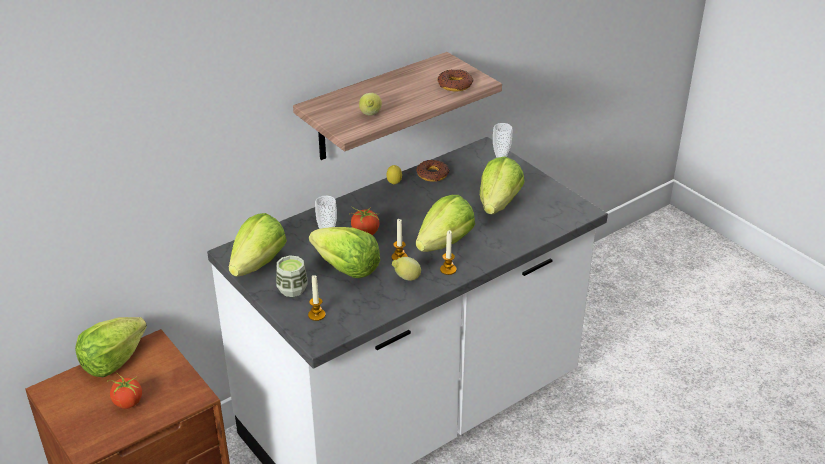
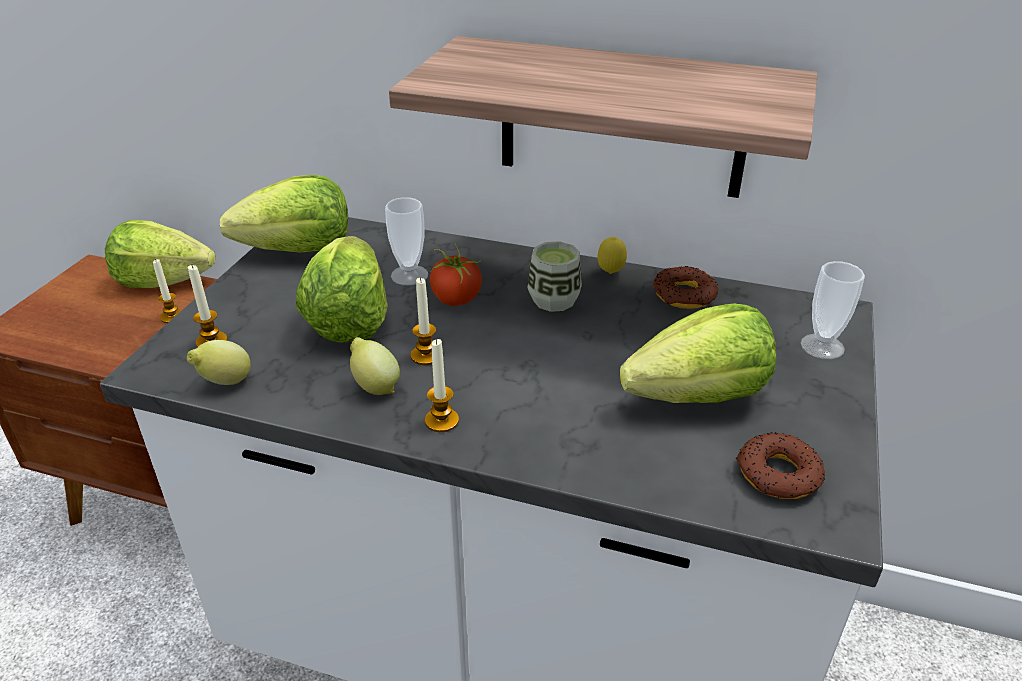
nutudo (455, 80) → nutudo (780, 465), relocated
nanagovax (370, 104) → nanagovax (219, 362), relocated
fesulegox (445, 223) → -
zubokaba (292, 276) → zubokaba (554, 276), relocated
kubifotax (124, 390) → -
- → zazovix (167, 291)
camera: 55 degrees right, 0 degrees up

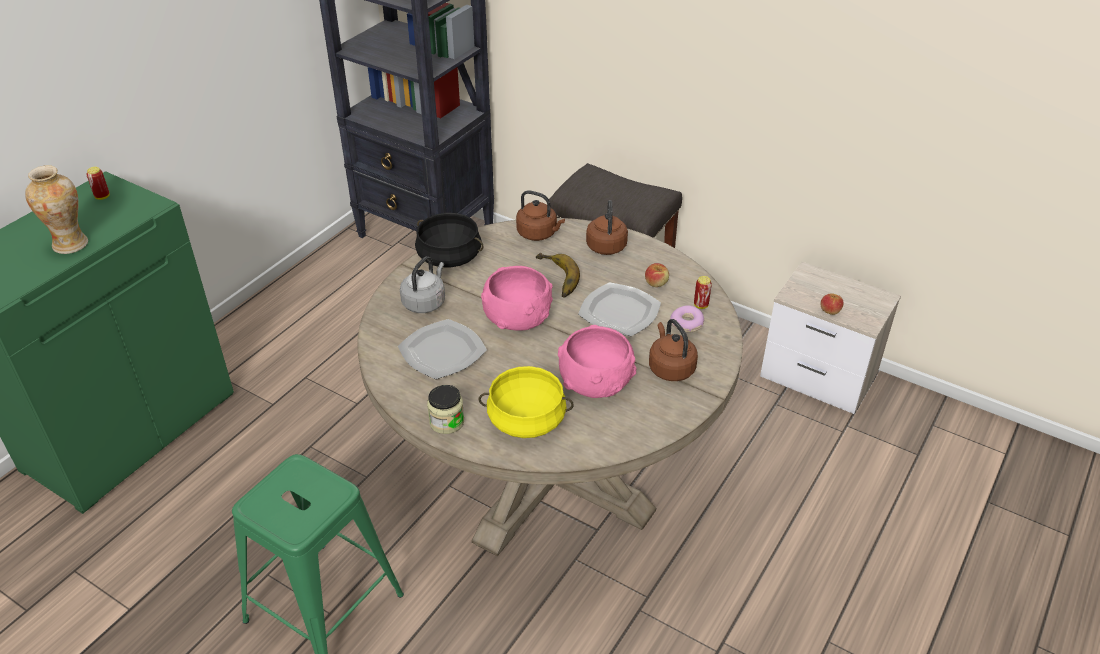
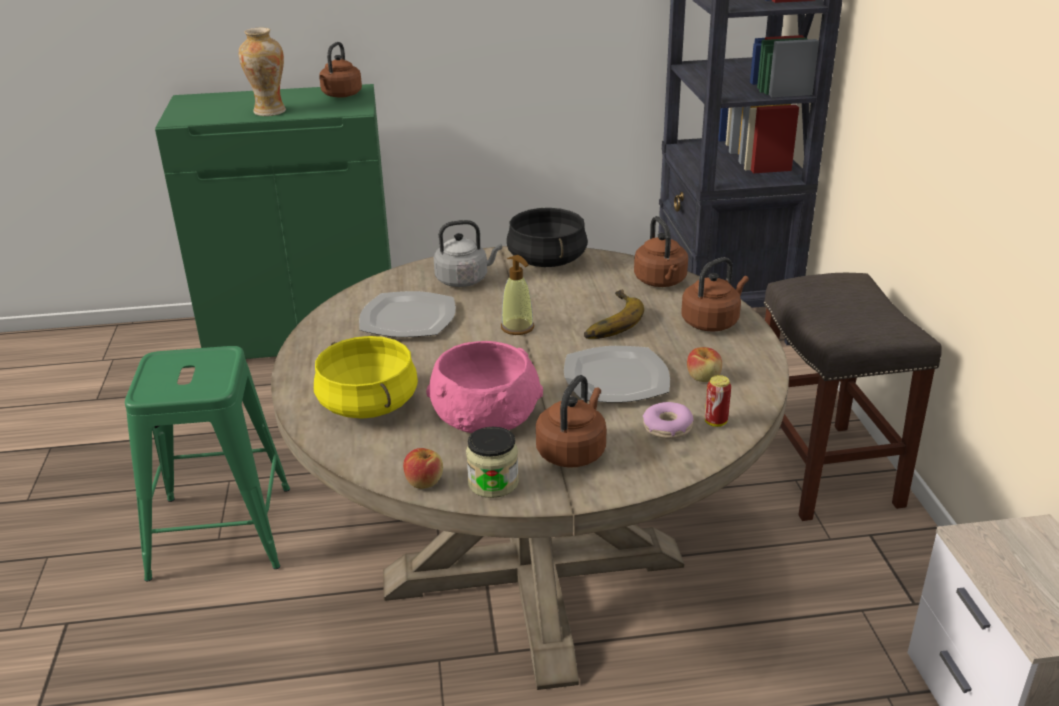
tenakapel (98, 183) → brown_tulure (340, 70)
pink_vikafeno (517, 298) → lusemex (517, 295)
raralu (831, 304) → raralu (423, 468), relocated
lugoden (445, 409) → lugoden (492, 462), relocated
camera: 50 degrees right, 10 degrees down

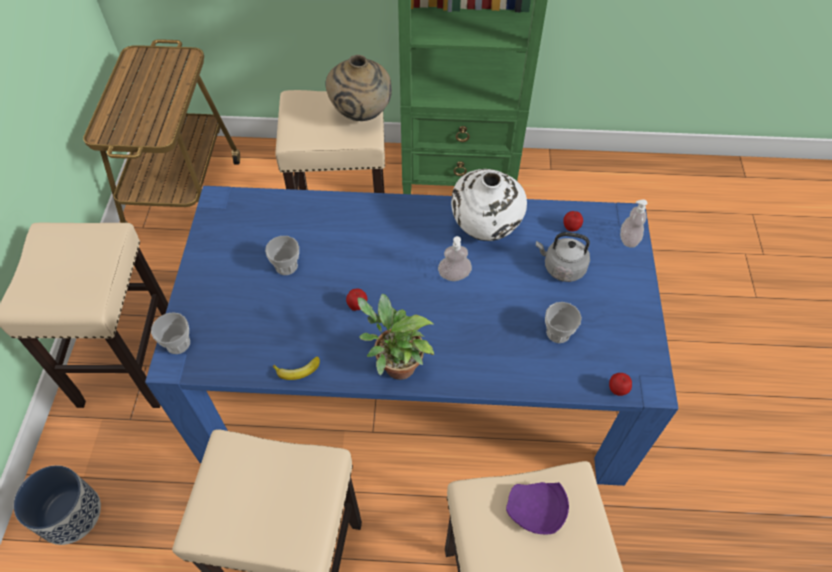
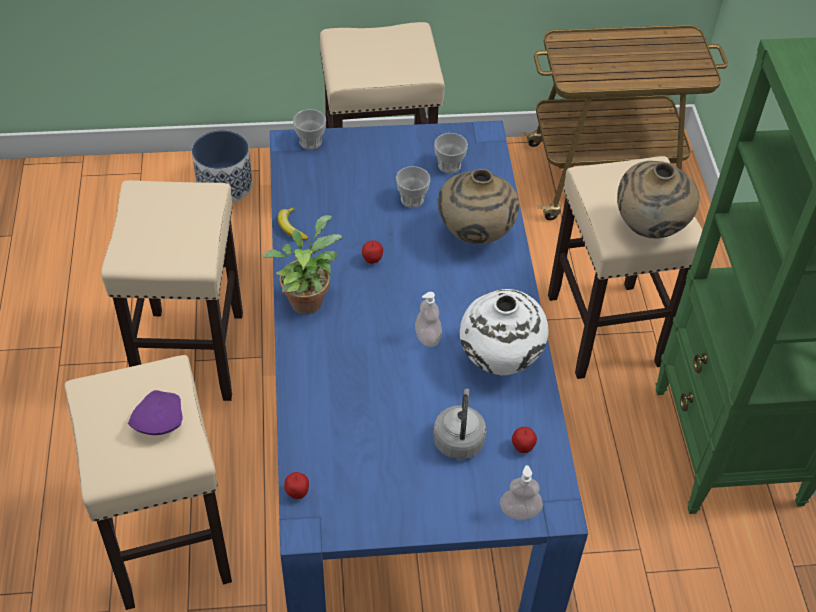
zubokaba (563, 322) → zubokaba (451, 153), relocated
- → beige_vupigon (478, 207)
camera: 80 degrees right, 5 degrees down

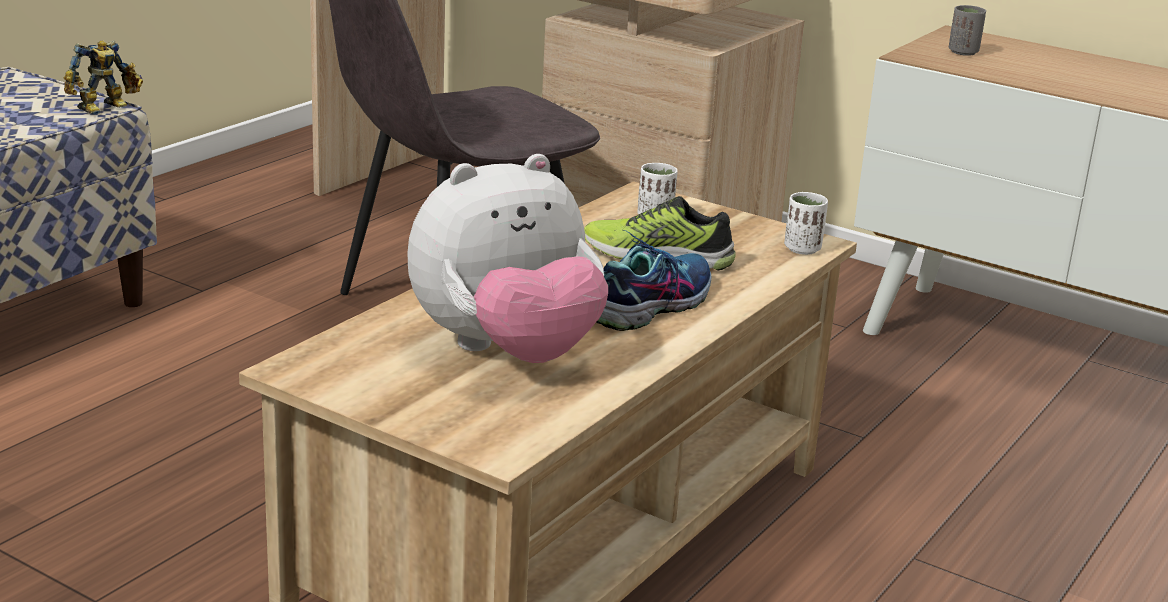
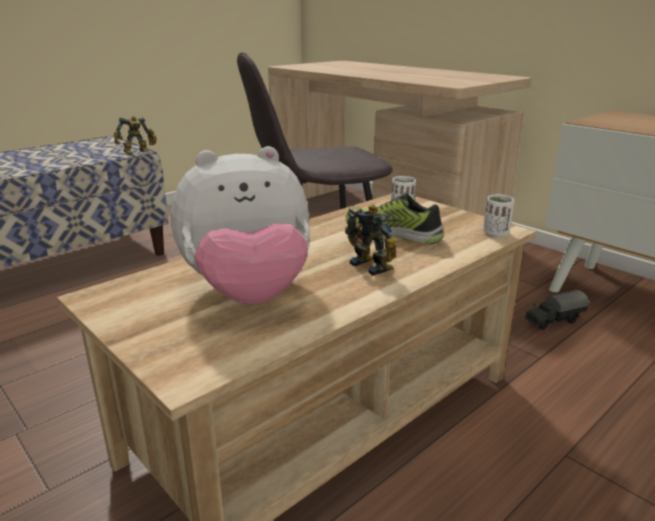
grey_zubokaba (967, 30) → -
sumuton (654, 280) → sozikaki (371, 240)
- → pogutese (557, 310)
camera: 15 degrees right, 0 degrees up

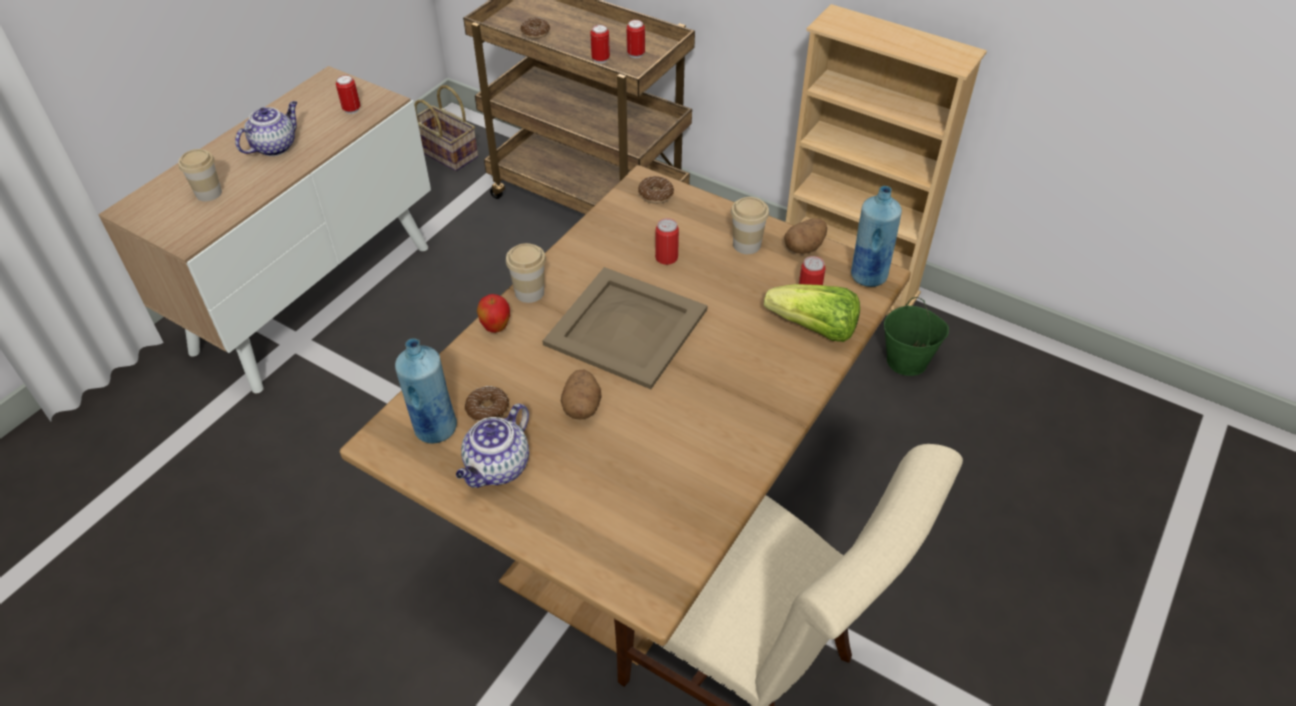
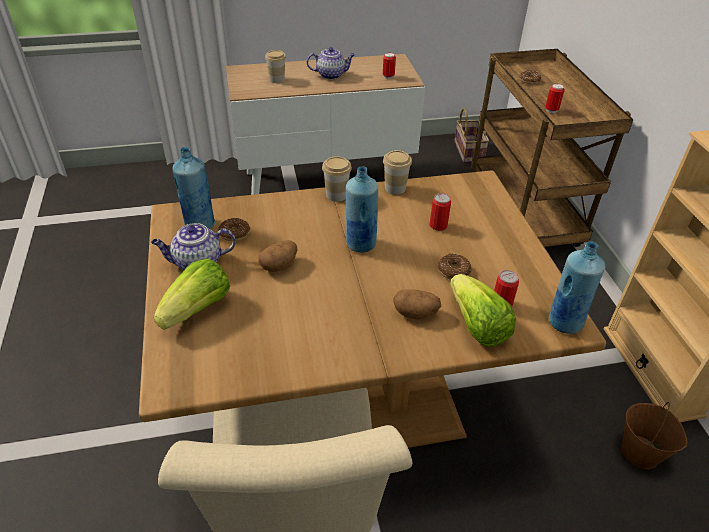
tenakapel (636, 39) → -
nutudo (656, 190) → nutudo (455, 267), relocated
zubokaba (750, 225) → zubokaba (397, 172), relocated
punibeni (805, 236) → punibeni (417, 304), relocated
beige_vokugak (625, 328) → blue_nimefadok (362, 209)
raralu (493, 313) → -
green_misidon (916, 336) → brown_misidon (654, 435)
- → fesulegox (192, 294)
camera: 45 degrees right, 5 degrees down

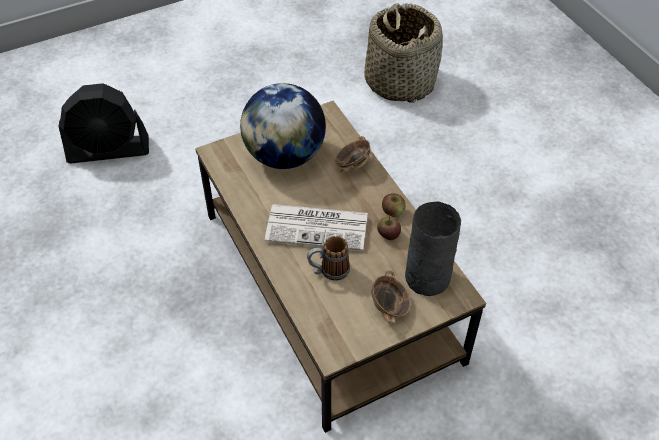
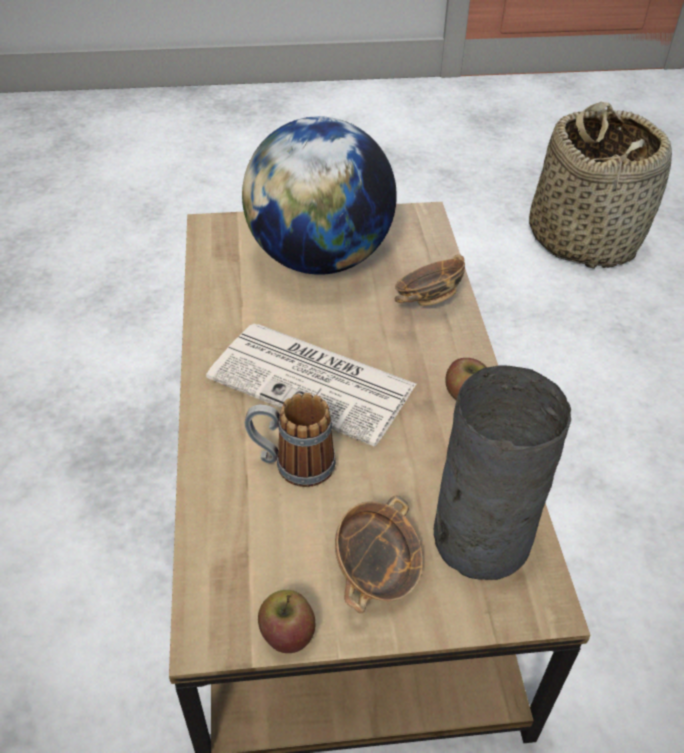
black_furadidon (104, 123) → -
raralu (389, 228) → raralu (286, 621), relocated
camera: 20 degrees right, 5 degrees down

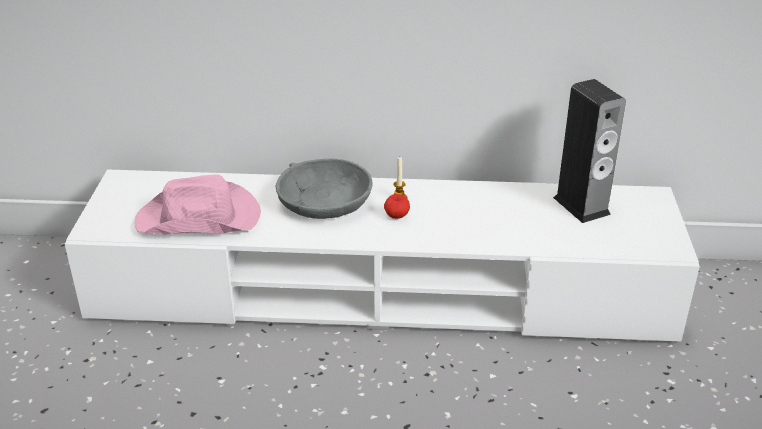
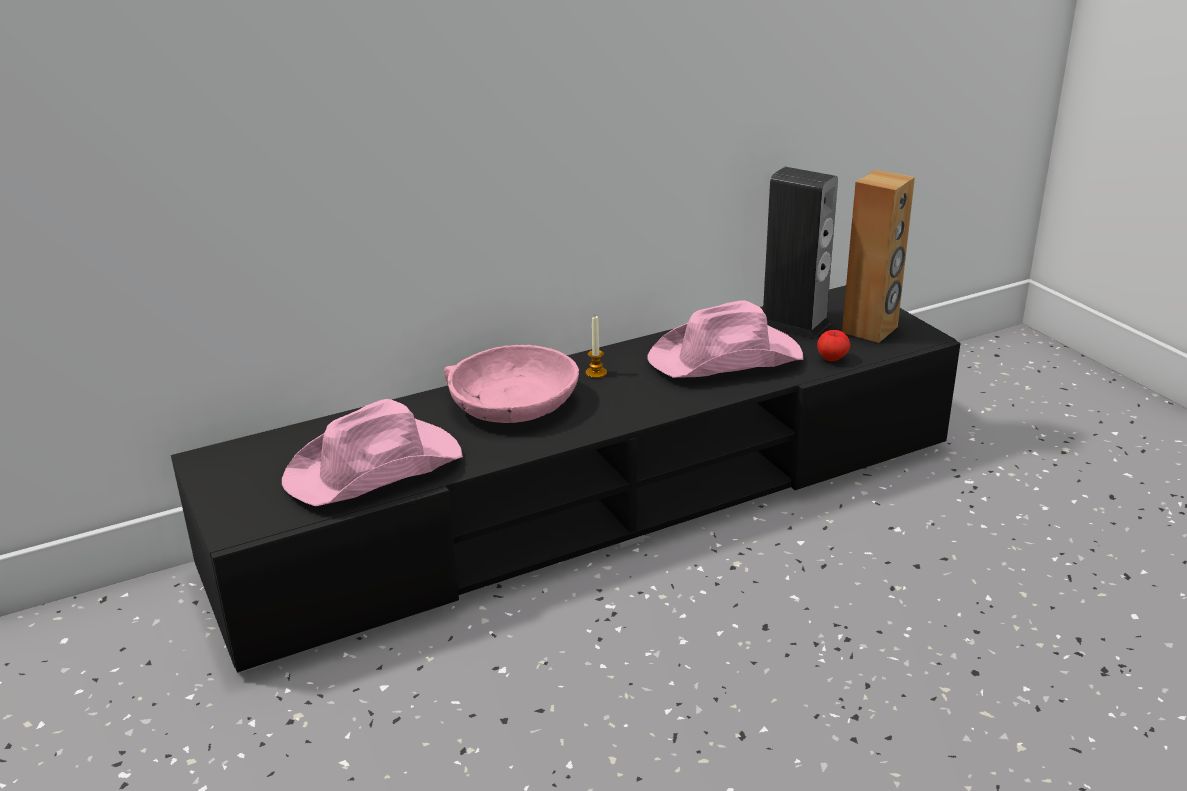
grey_vikafeno (324, 189) → pink_vikafeno (511, 384)
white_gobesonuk (382, 255) → black_gobesonuk (565, 479)
raralu (397, 206) → raralu (833, 345), relocated
- → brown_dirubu (878, 256)
- → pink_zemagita (725, 339)
camera: 30 degrees left, 5 degrees down

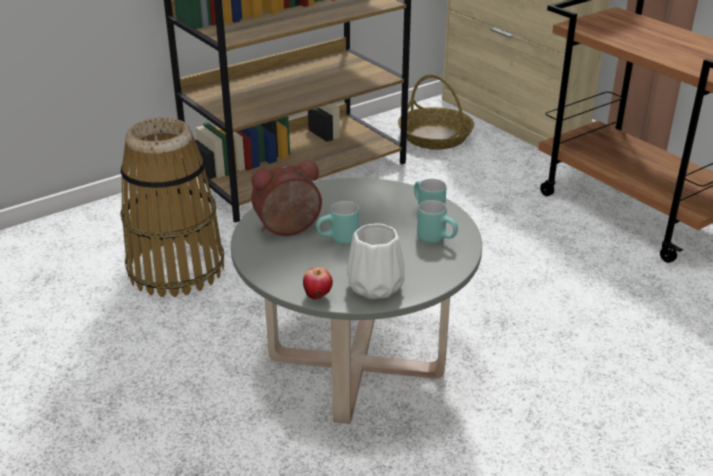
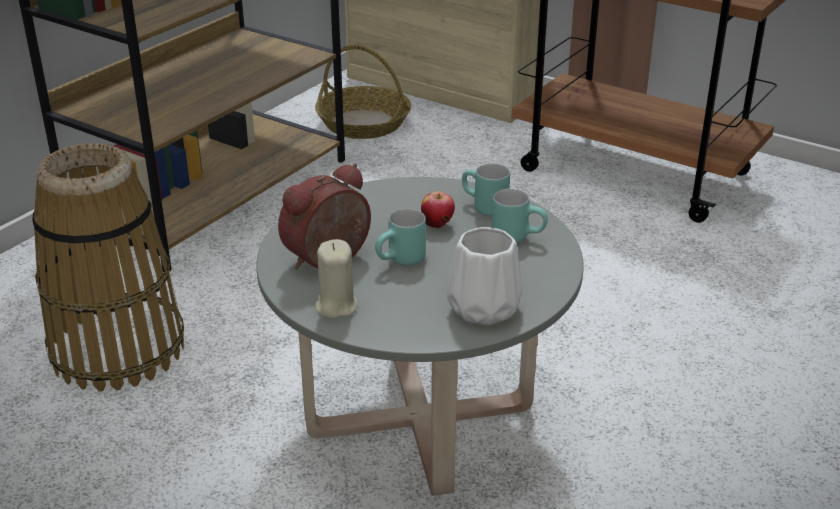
raralu (318, 283) → raralu (438, 209), relocated
- → beige_zazovix (336, 279)
camera: 20 degrees left, 0 degrees up

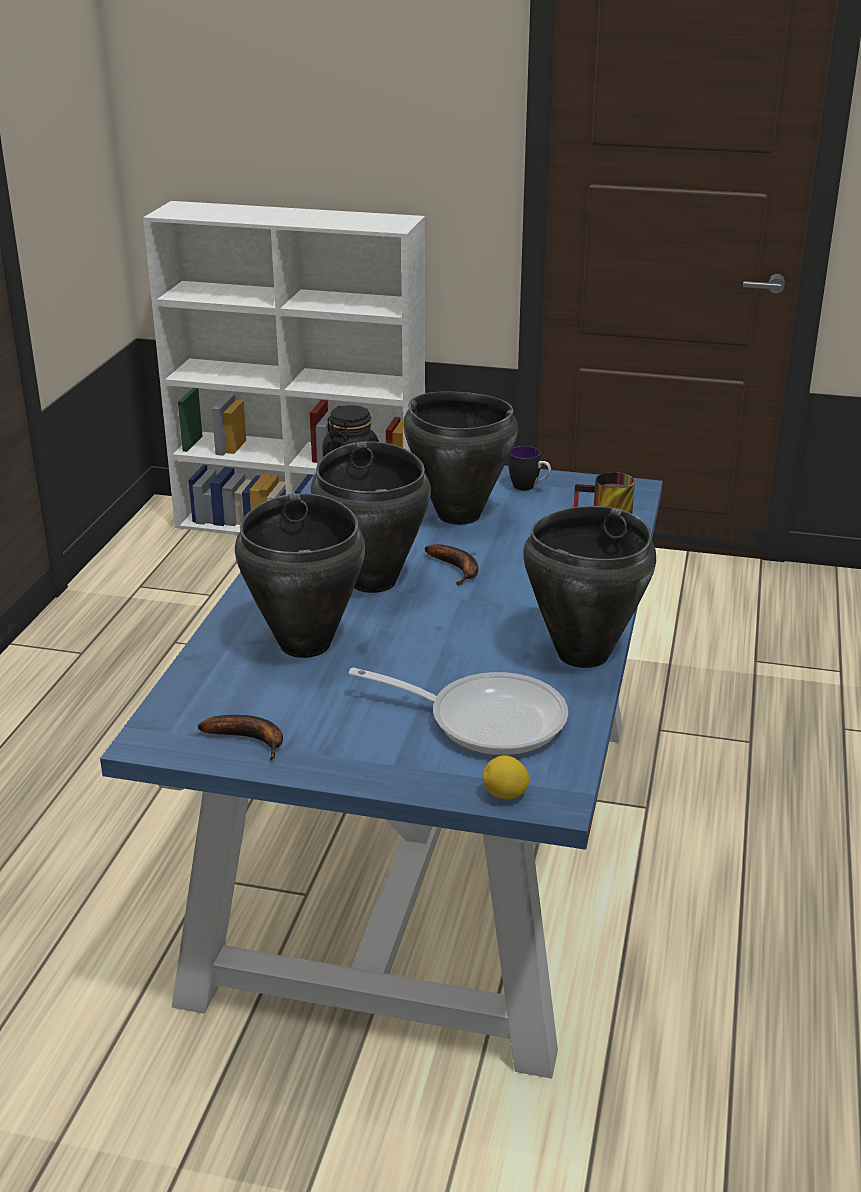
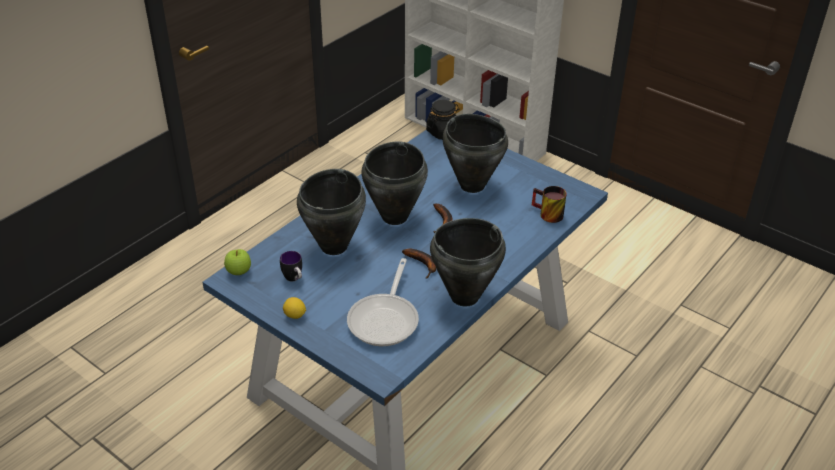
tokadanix (529, 468) → tokadanix (291, 266), relocated
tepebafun (458, 712) → tepebafun (383, 302), 60 degrees clockwise
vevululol (240, 738) → vevululol (419, 263), relocated
nanagovax (506, 777) → nanagovax (294, 308), relocated
- → raralu (237, 262)
camera: 25 degrees right, 10 degrees up

